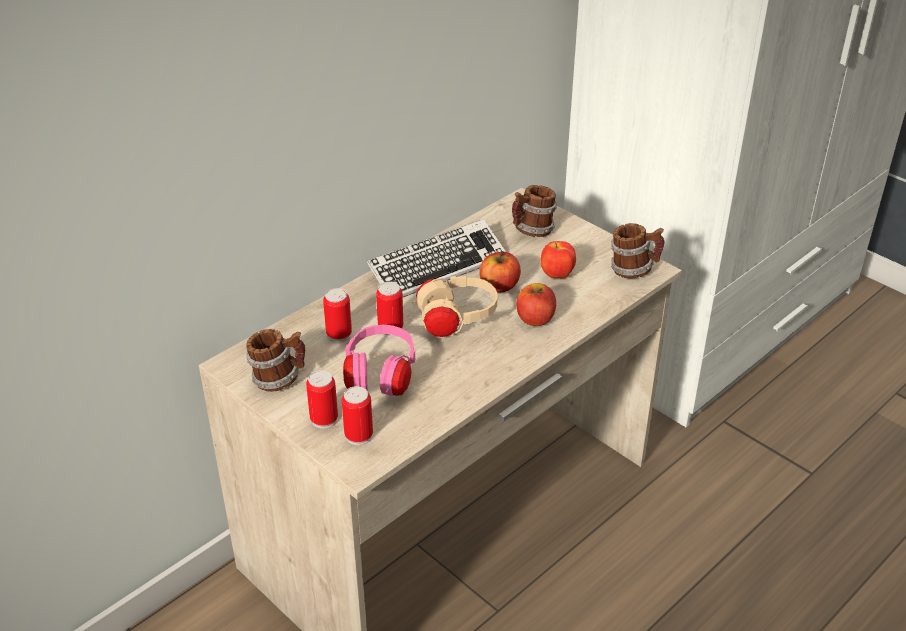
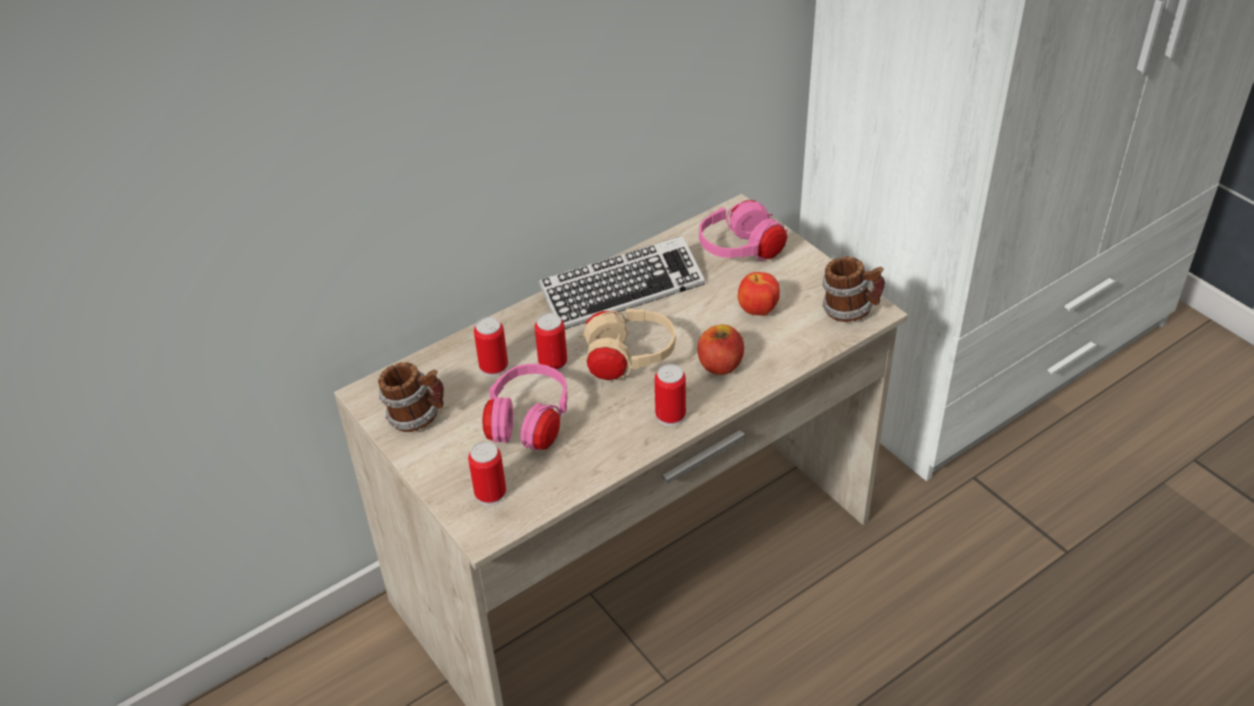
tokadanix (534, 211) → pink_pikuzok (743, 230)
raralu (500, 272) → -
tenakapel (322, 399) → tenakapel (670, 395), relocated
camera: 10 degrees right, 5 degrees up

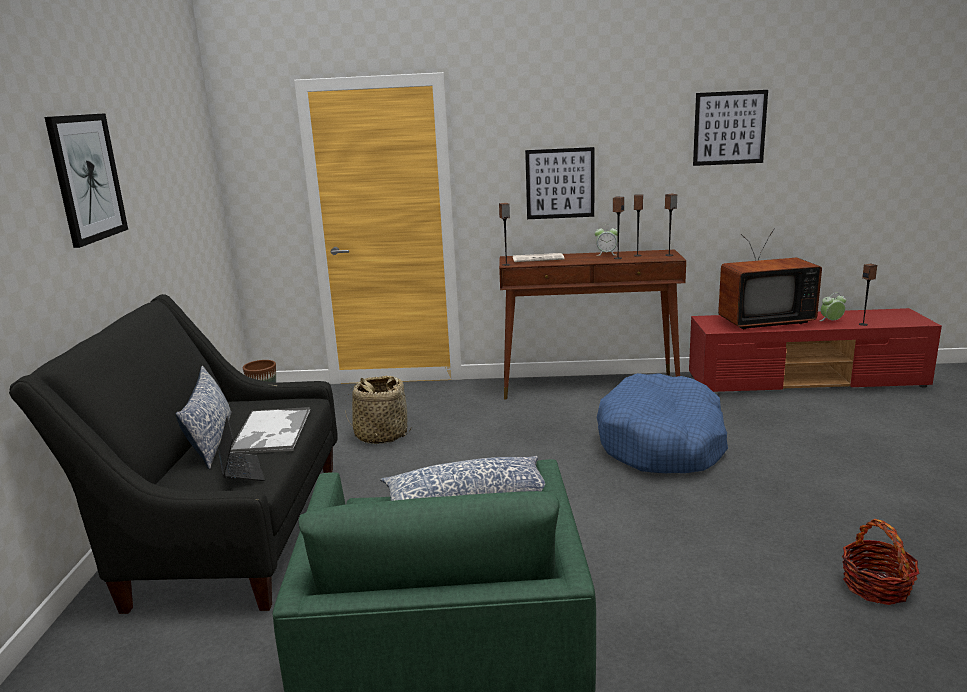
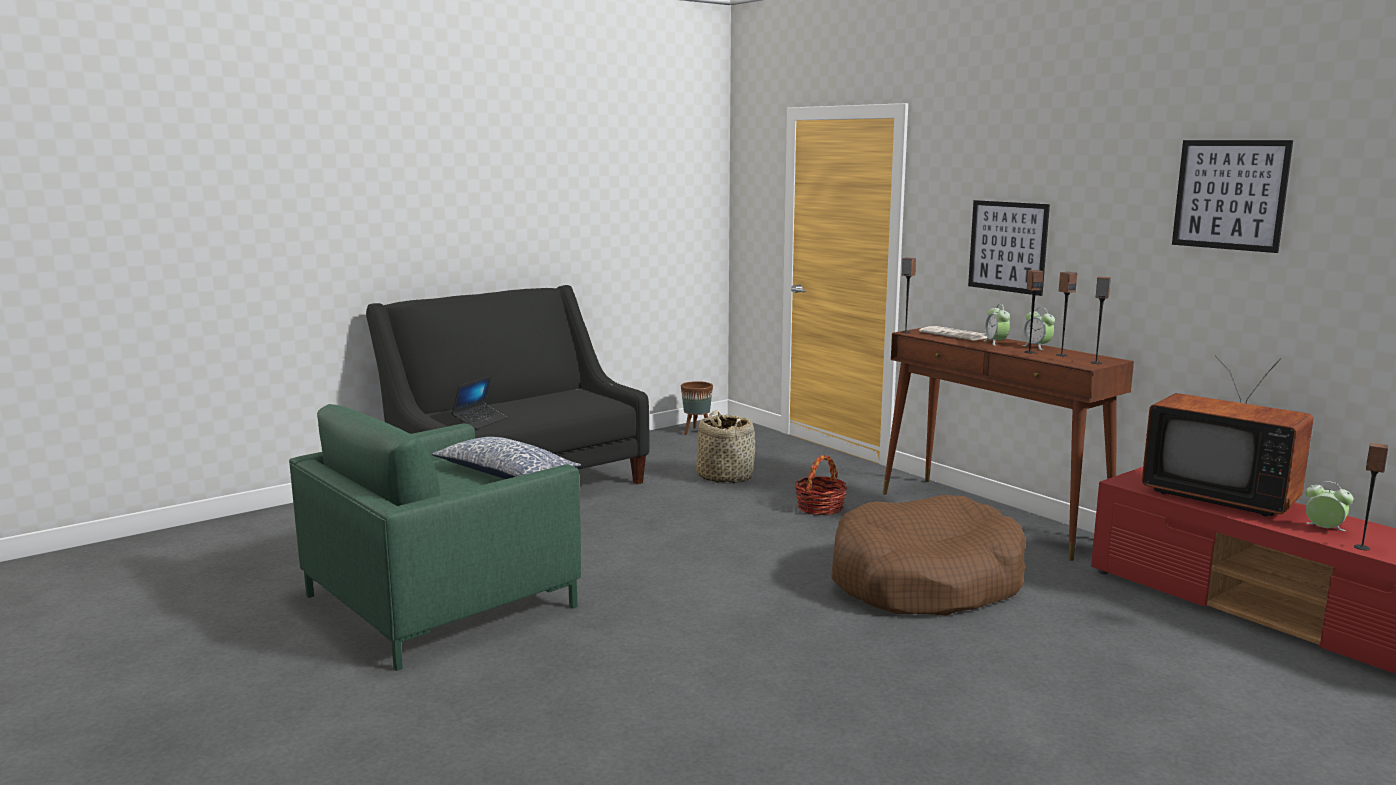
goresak (86, 180) → -
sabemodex (204, 417) → -
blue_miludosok (662, 423) → brown_miludosok (928, 555)
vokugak (270, 430) → -
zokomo (880, 562) → zokomo (821, 485), relocated
- → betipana (997, 325)
camera: 50 degrees right, 5 degrees down

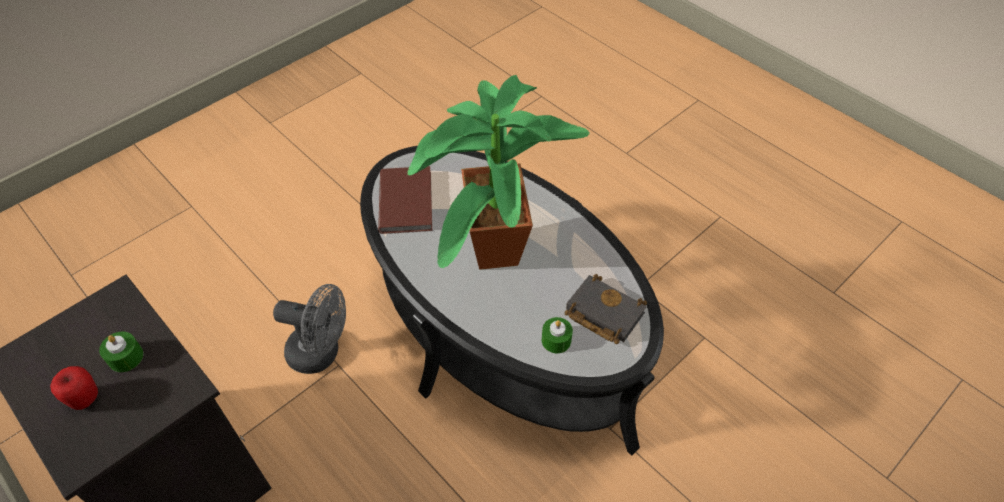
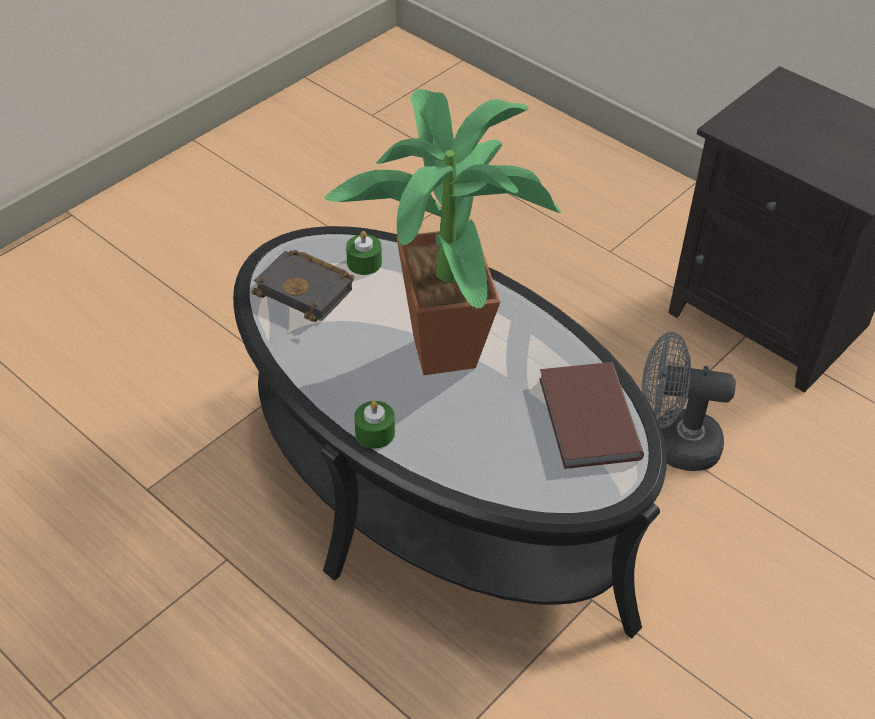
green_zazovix (121, 351) → green_zazovix (374, 424), relocated
raralu (74, 388) → -
camera: 175 degrees right, 5 degrees down

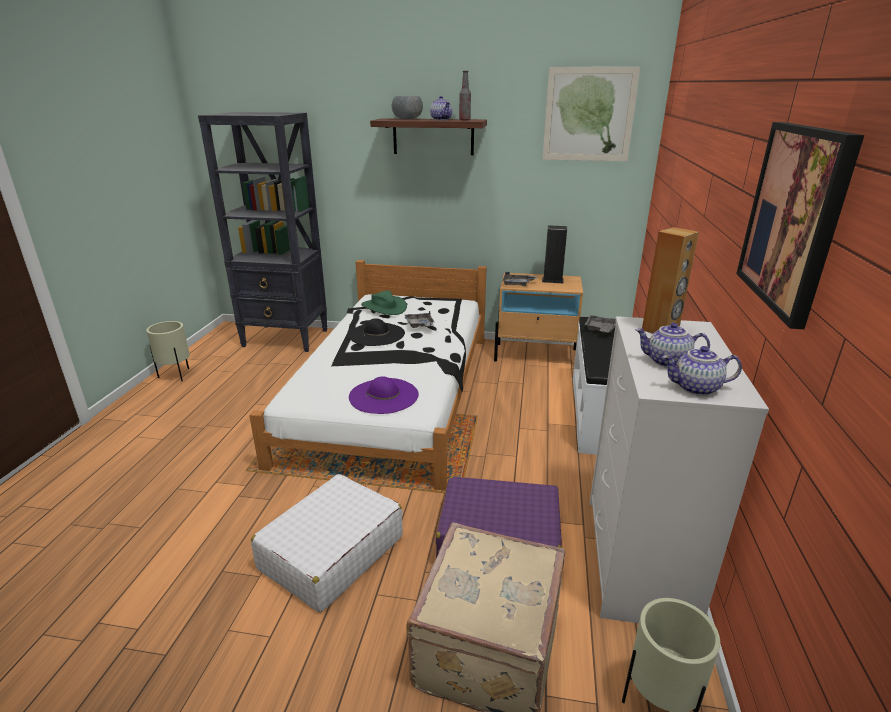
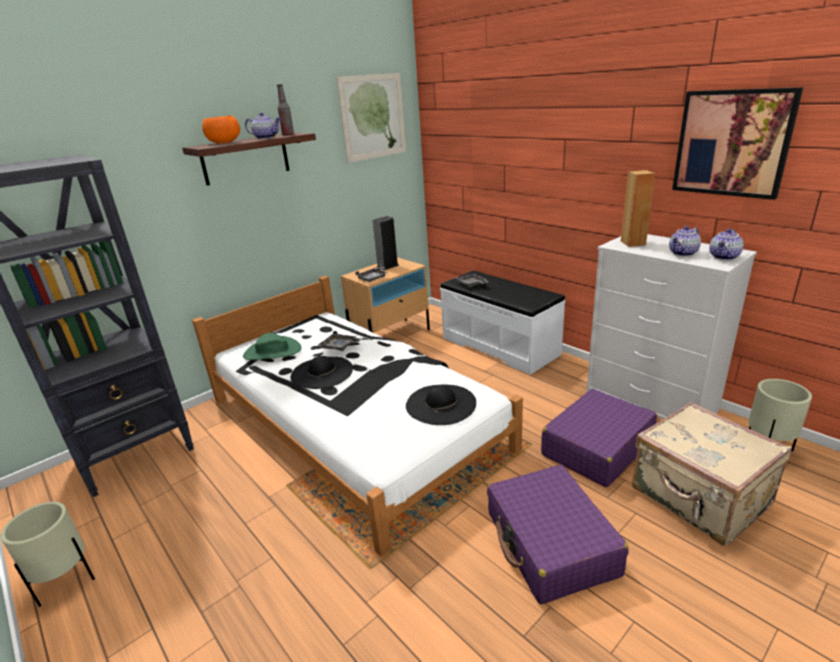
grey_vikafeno (407, 107) → orange_vikafeno (221, 129)
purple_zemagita (384, 395) → black_zemagita (441, 405)
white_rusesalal (327, 543) → purple_rusesalal (558, 534)
camera: 50 degrees left, 0 degrees up

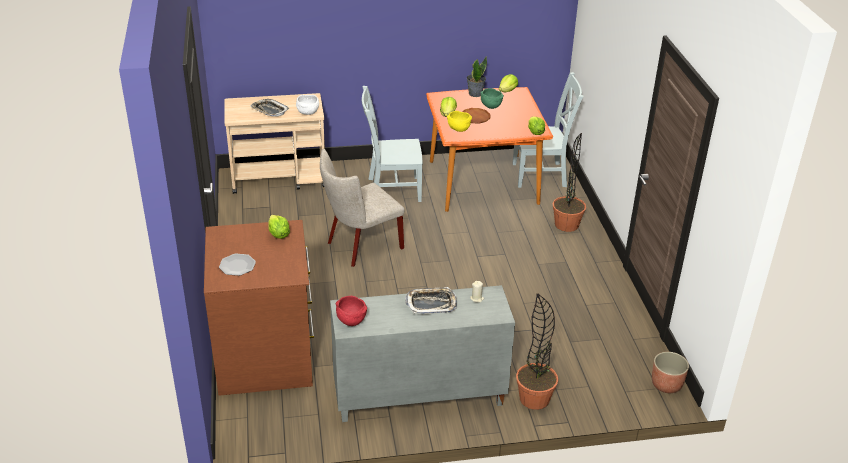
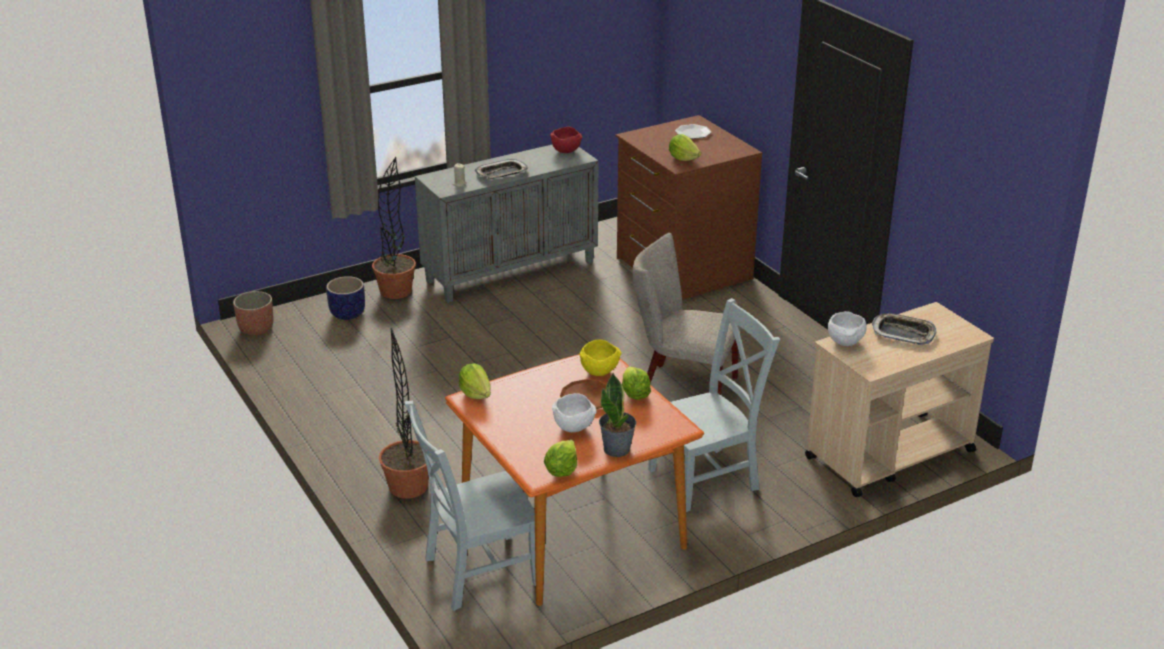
green_vikafeno (492, 98) → white_vikafeno (574, 412)
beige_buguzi (362, 208) → beige_buguzi (687, 314), 105 degrees counterclockwise
- → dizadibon (345, 298)
camera: 160 degrees right, 5 degrees down

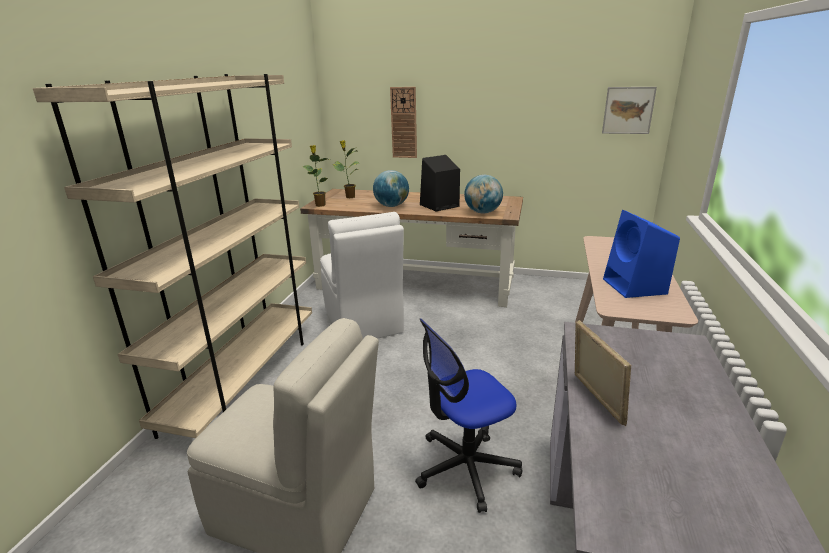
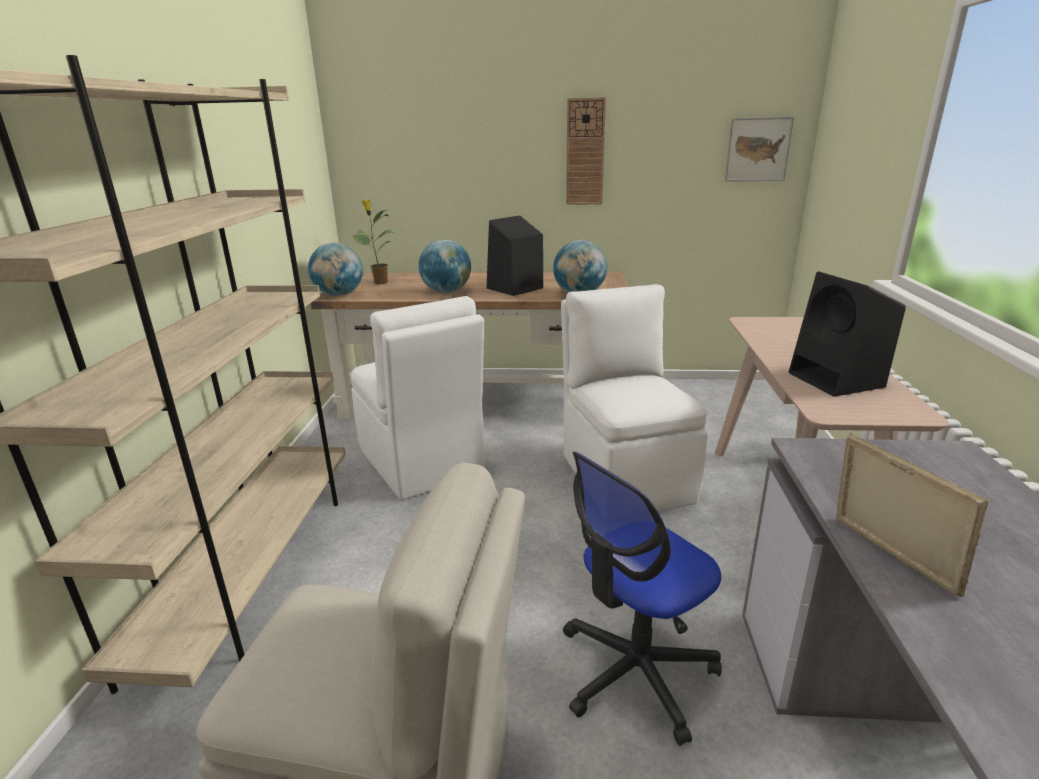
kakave (403, 122) → kakave (586, 151), relocated
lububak (316, 176) → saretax (335, 269)
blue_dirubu (641, 254) → black_dirubu (847, 334)
- → white_buguzi (634, 397)
camera: 10 degrees left, 0 degrees up

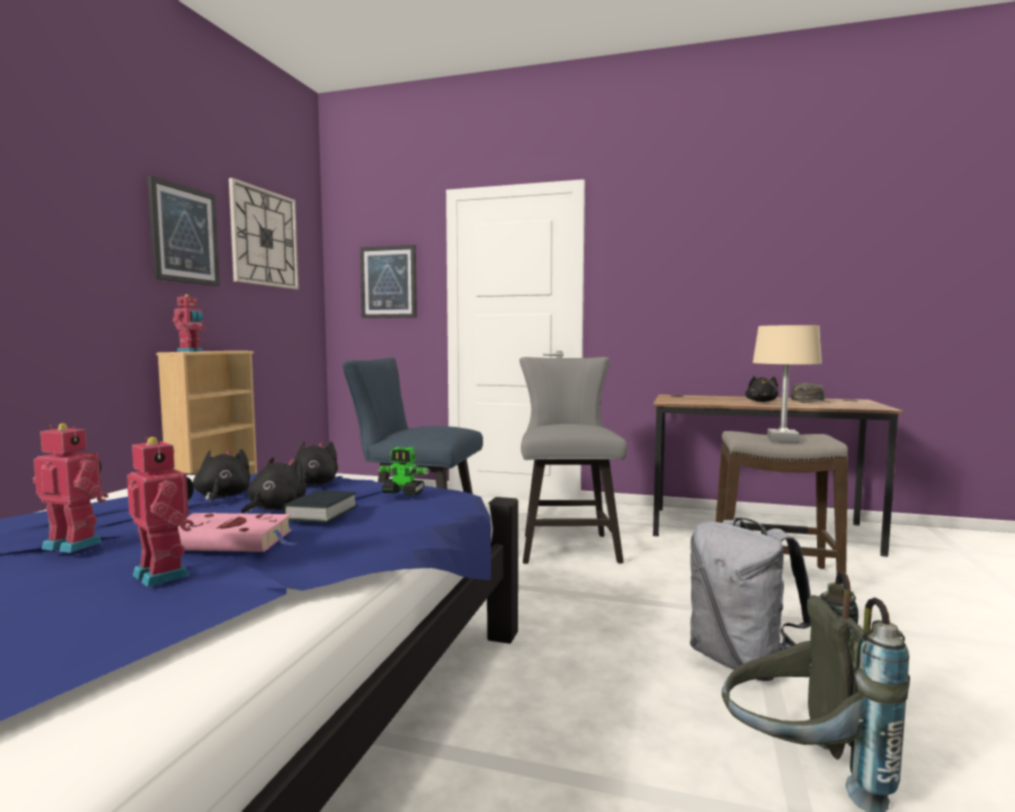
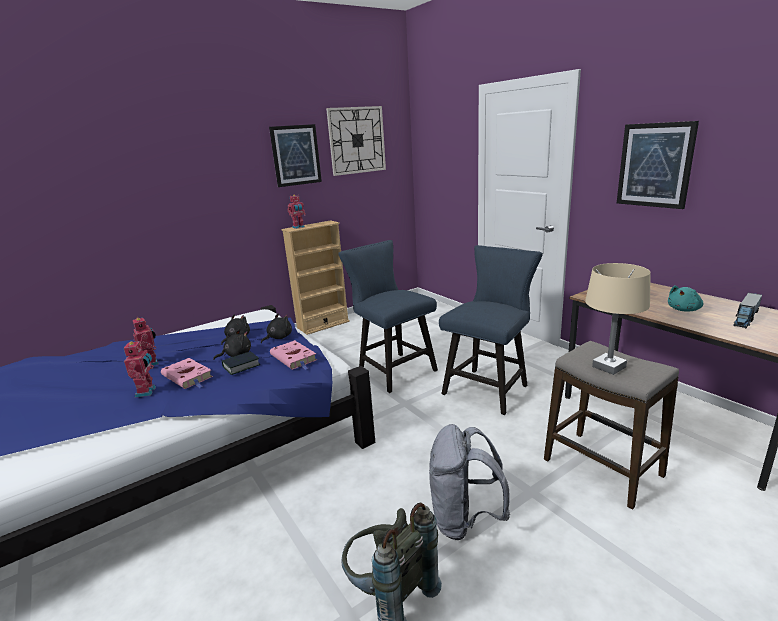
goresak (388, 281) → goresak (658, 165), relocated
grey_buguzi (573, 460) → blue_buguzi (491, 330)
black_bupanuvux (762, 388) → turquoise_bupanuvux (685, 298)
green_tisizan (810, 393) → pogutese (747, 311)
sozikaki (403, 471) → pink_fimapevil (293, 355)
camera: 40 degrees right, 15 degrees up

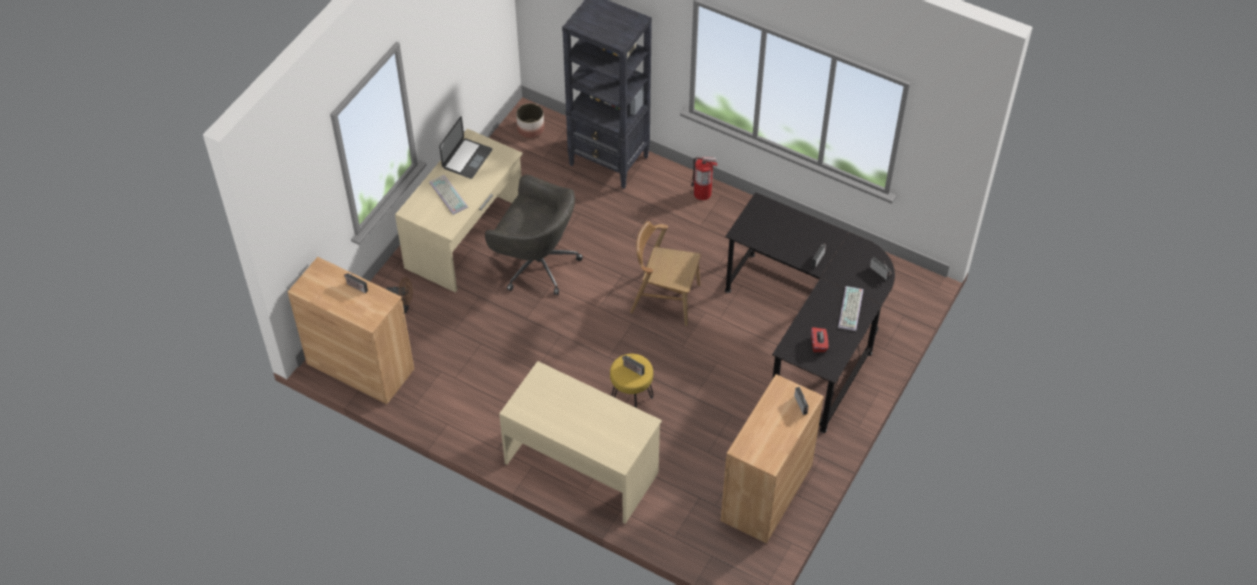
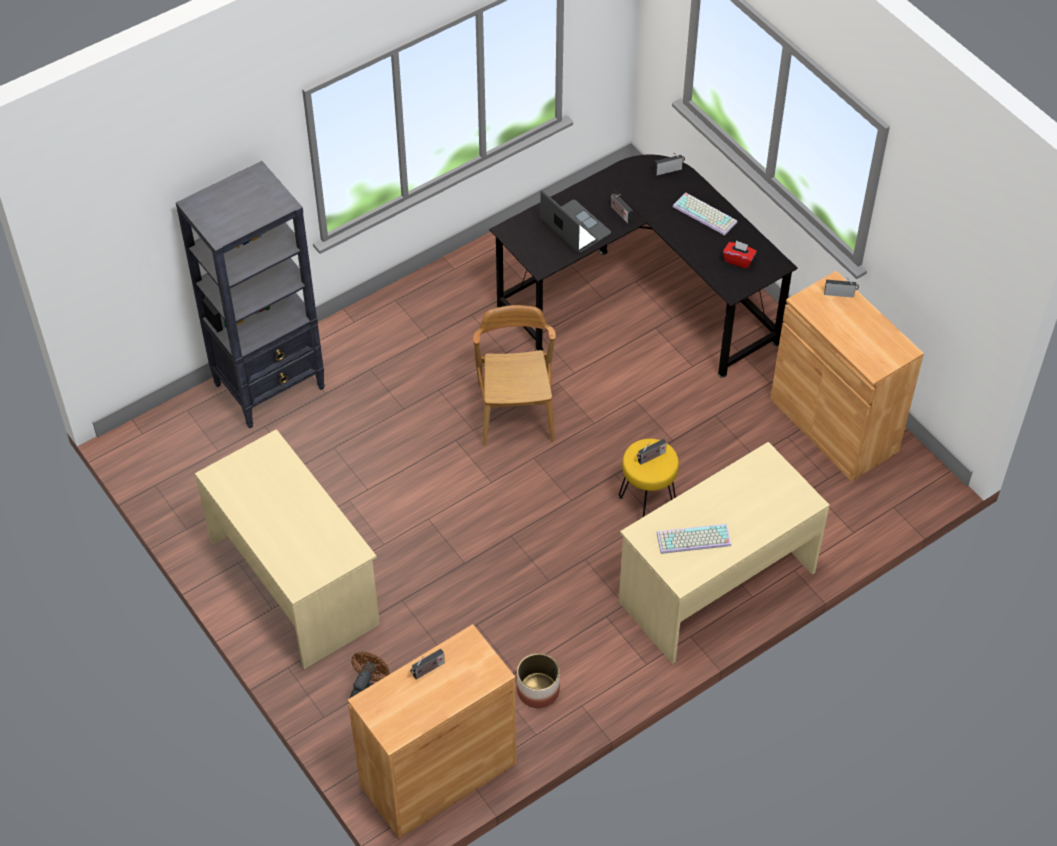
dizadibon (530, 121) → dizadibon (538, 680), relocated
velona (466, 147) → velona (575, 221), relocated
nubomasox (704, 178) → -
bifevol (448, 195) → bifevol (694, 539), relocated
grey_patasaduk (534, 235) → -
brown_buguzi (665, 273) → brown_buguzi (514, 375), 135 degrees clockwise
camera: 65 degrees left, 0 degrees up

